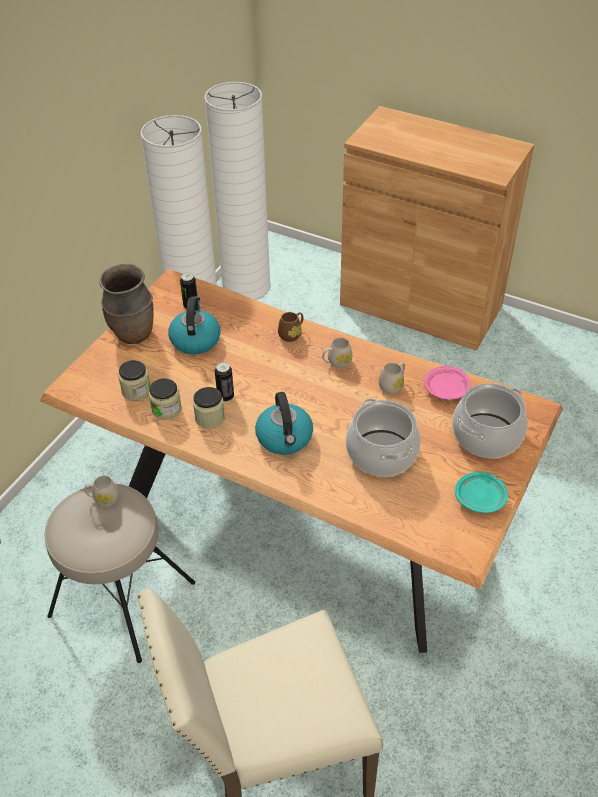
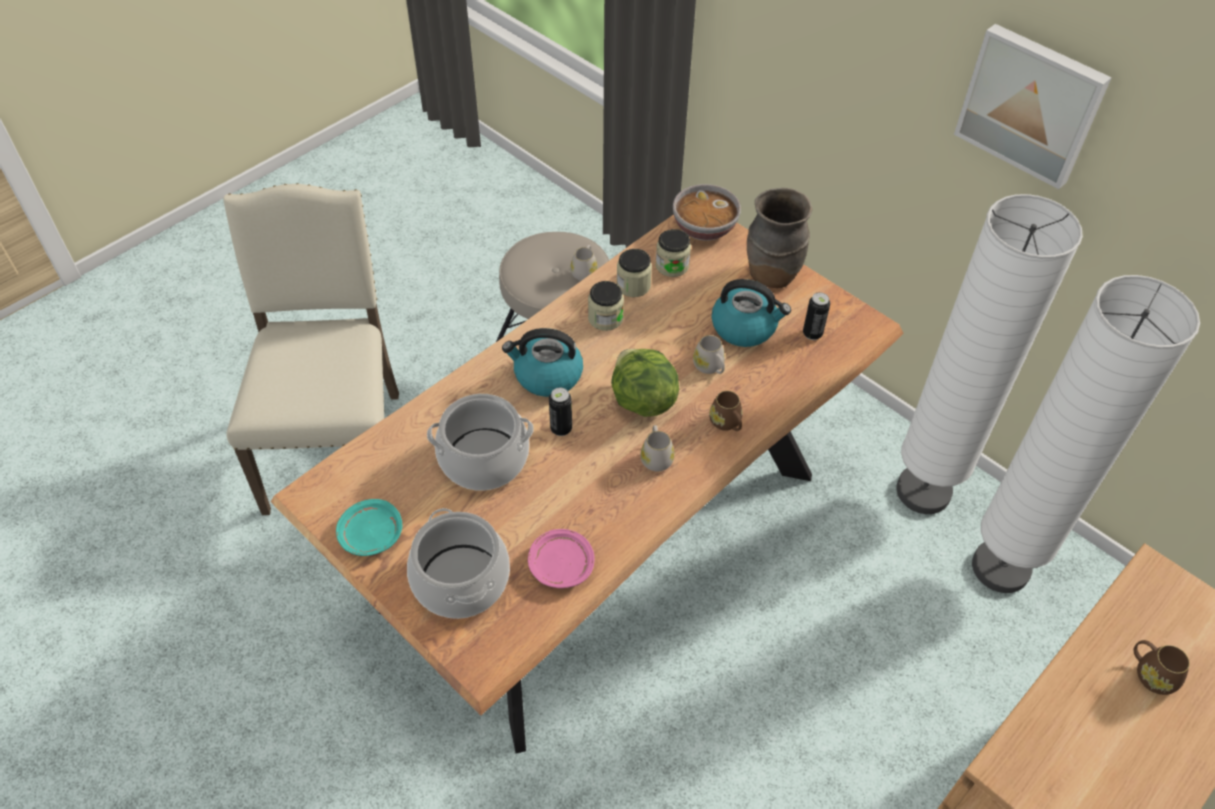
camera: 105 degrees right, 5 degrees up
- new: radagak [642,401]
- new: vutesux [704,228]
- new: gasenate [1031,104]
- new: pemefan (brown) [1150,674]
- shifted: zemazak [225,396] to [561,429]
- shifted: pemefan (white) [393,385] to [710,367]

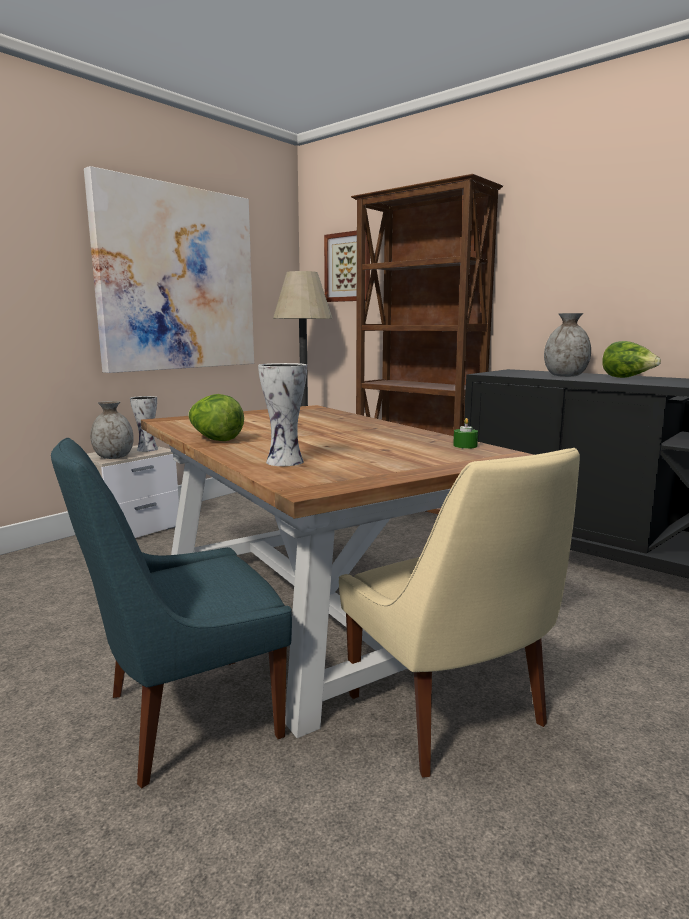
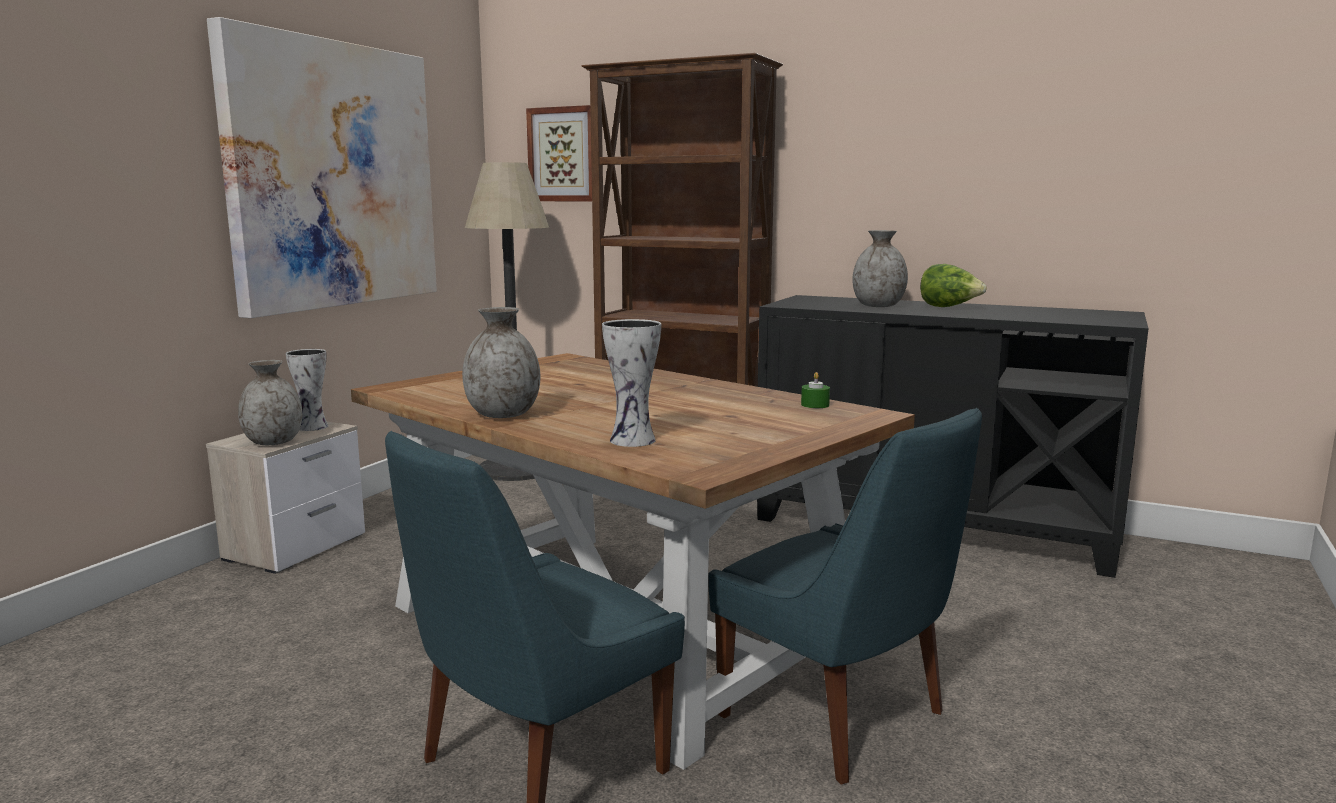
camera: 15 degrees left, 0 degrees up
- swapped: radagak [215,440] to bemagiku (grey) [503,415]
- repainted: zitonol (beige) [450,714] to zitonol (blue) [839,718]

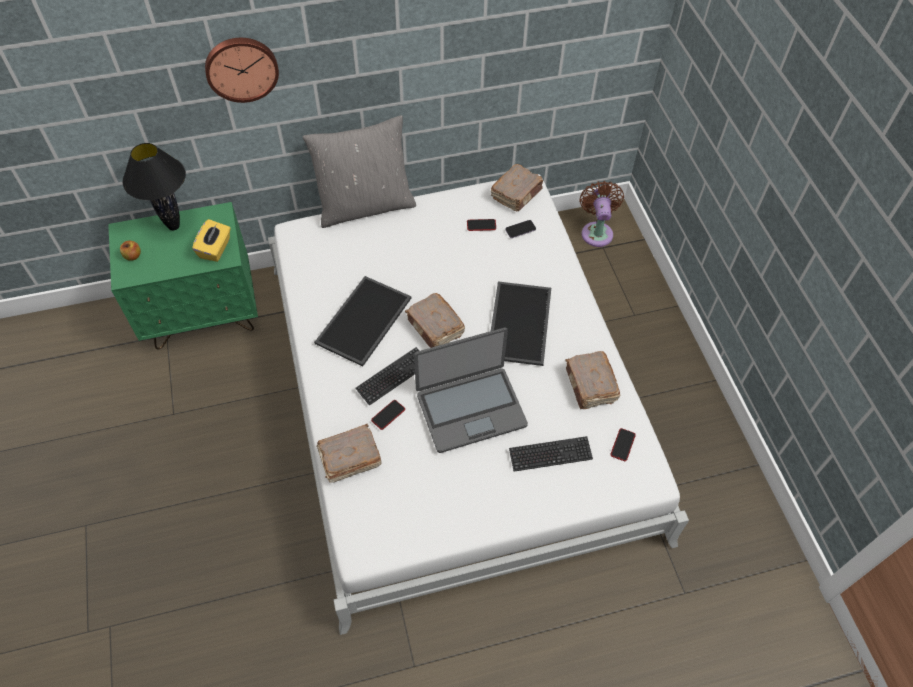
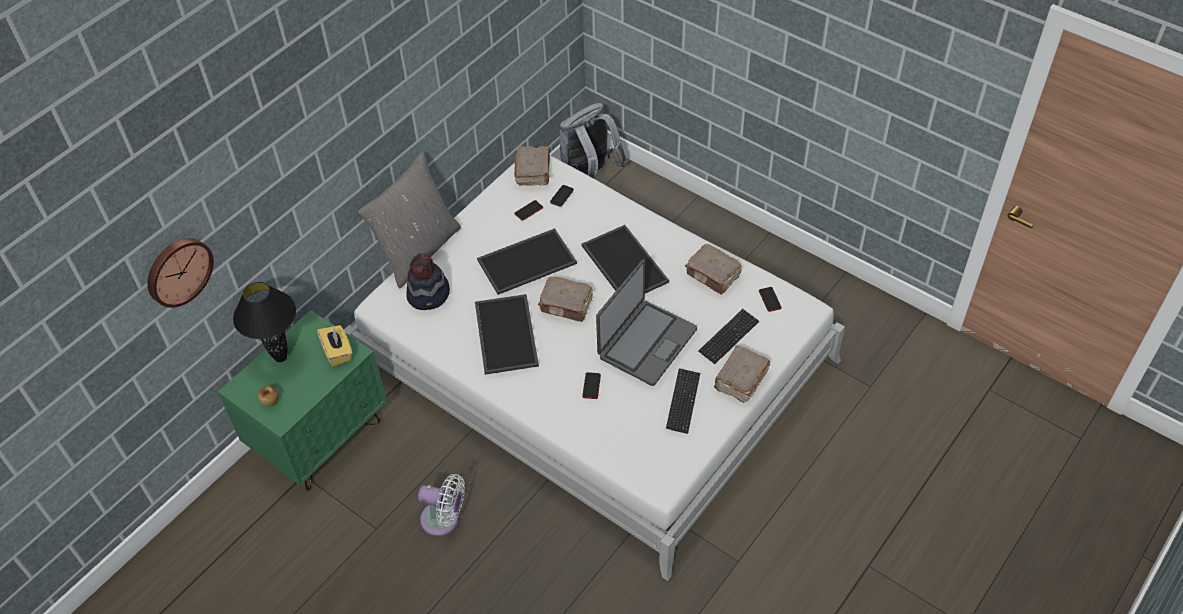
camera: 35 degrees left, 5 degrees down
- new: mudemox [429,295]
- new: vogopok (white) [444,520]
- new: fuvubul [527,260]
- shifted: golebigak [241,68] to [178,270]
- shifted: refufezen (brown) [349,459] to [740,380]
- shifted: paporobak [393,376] to [683,401]
- swapped: vogopok (brown) [597,231] to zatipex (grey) [589,175]

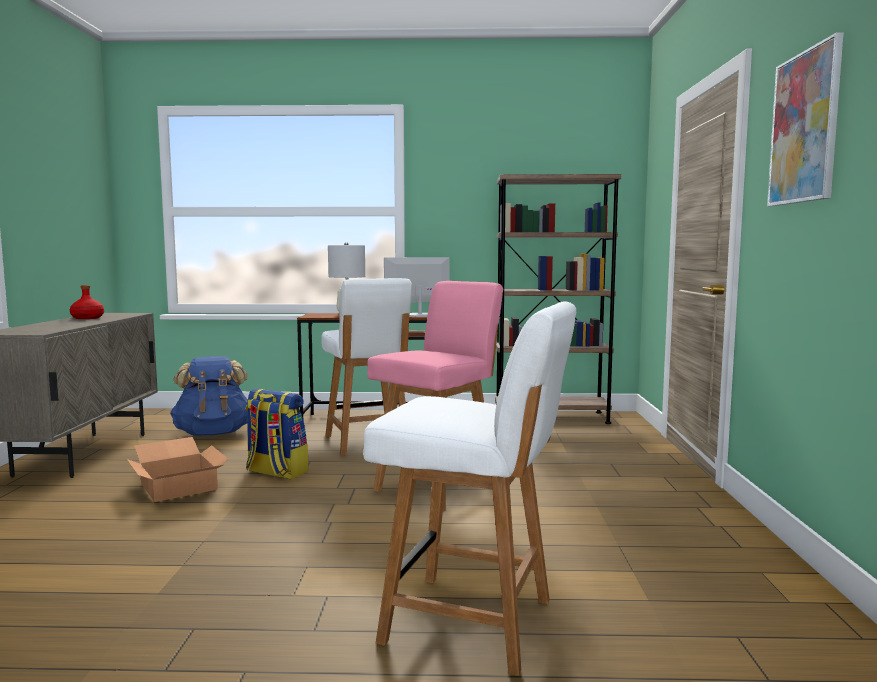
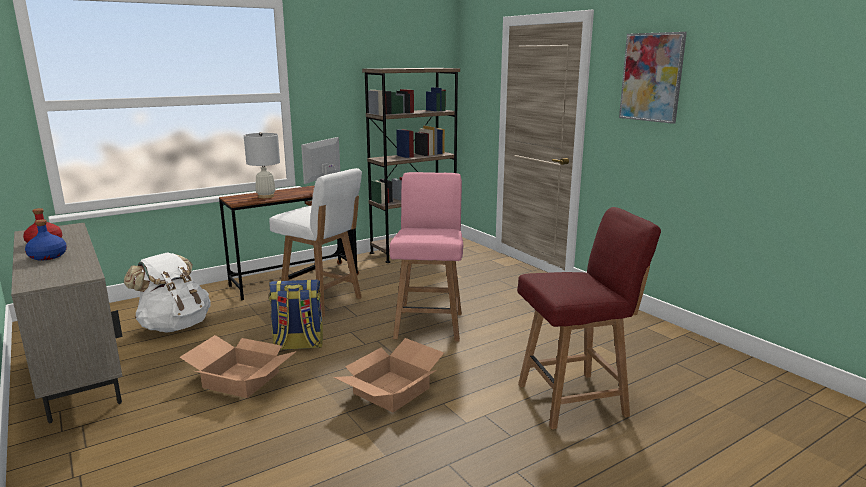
camera: 35 degrees left, 10 degrees up
- new: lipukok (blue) [47,256]
- new: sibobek [391,390]
- repainted: zatipex (blue) [213,434] to zatipex (white) [175,326]
- repainted: zitonol (white) [472,622] to zitonol (red) [574,399]

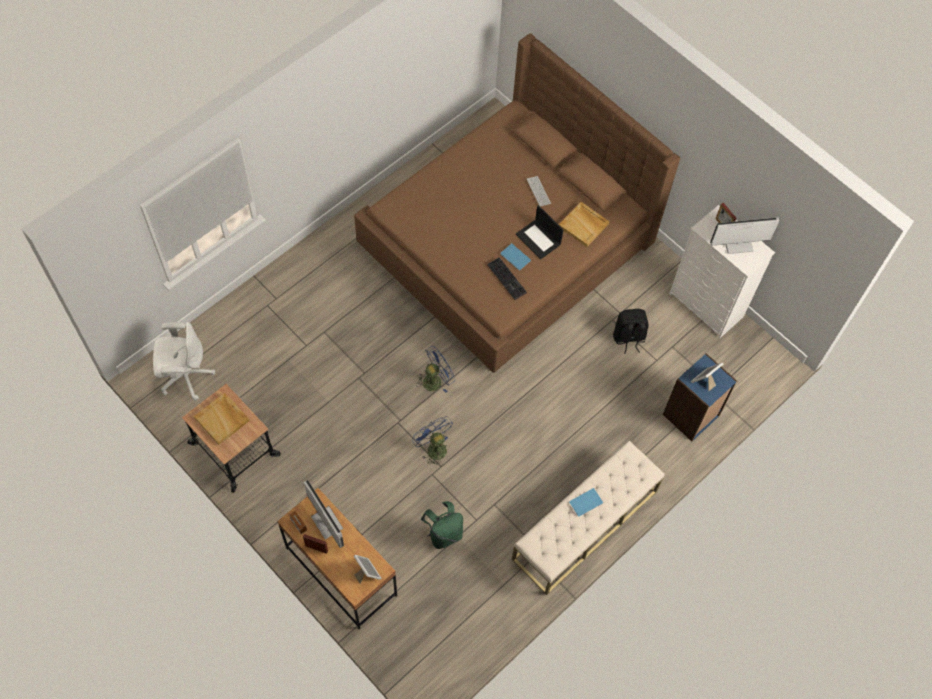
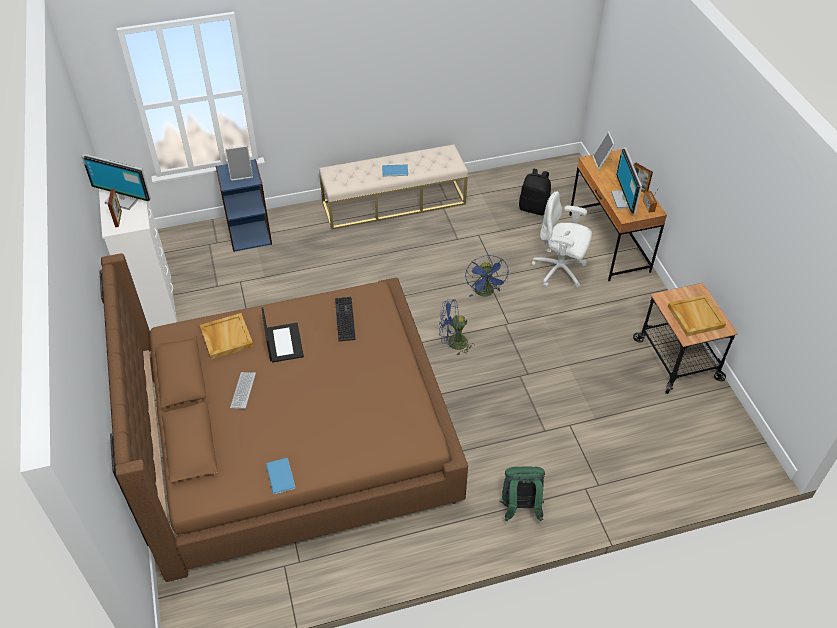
camera: 150 degrees left, 15 degrees down
- shifted: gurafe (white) [185,376] to [560,271]
- shifted: zatipex (green) [444,533] to [520,508]
- shifted: refufezen (blue) [515,258] to [281,475]
- shifted: zatipex (black) [628,338] to [534,208]

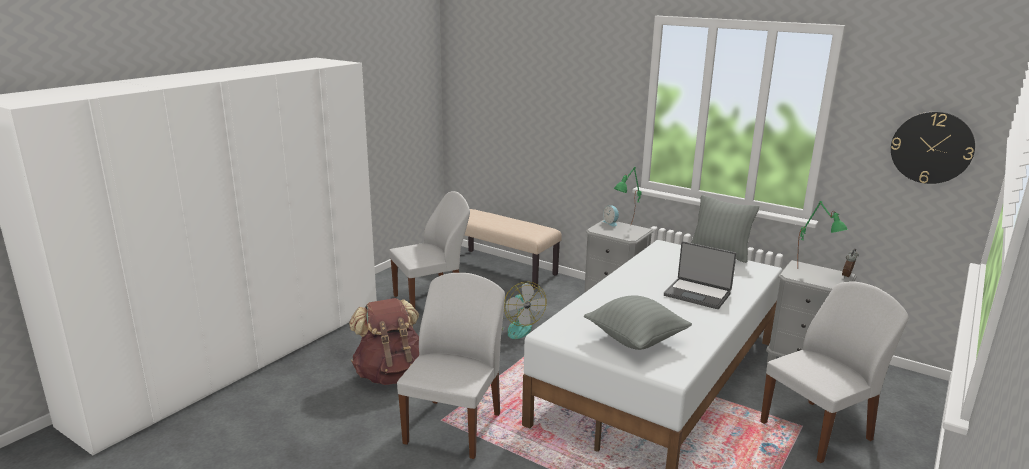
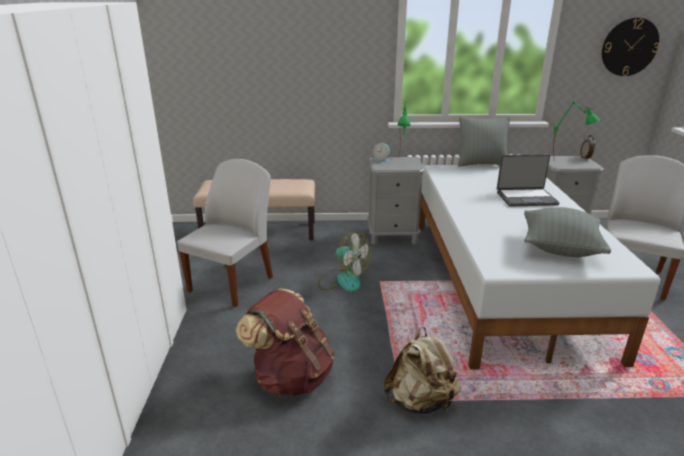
camera: 35 degrees left, 5 degrees up
- swapped: zitonol (white) [454,426] to zatipex (beige) [420,401]

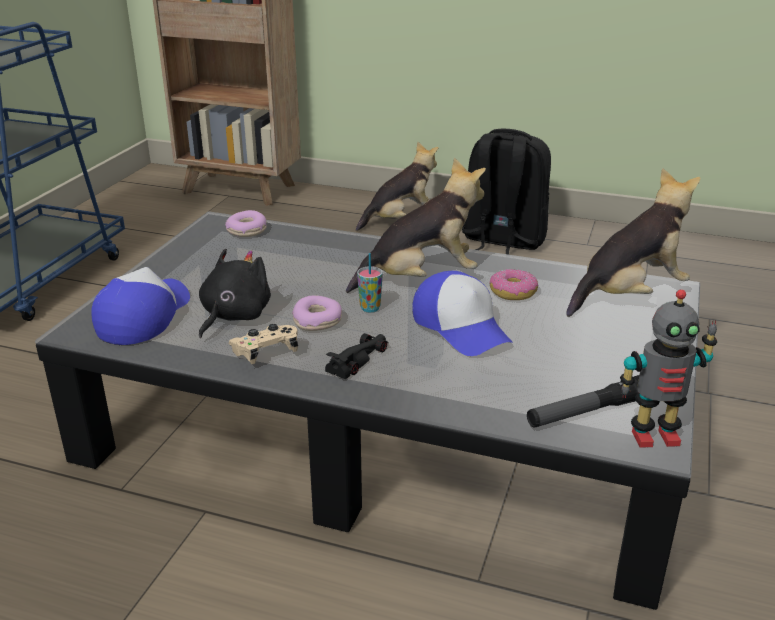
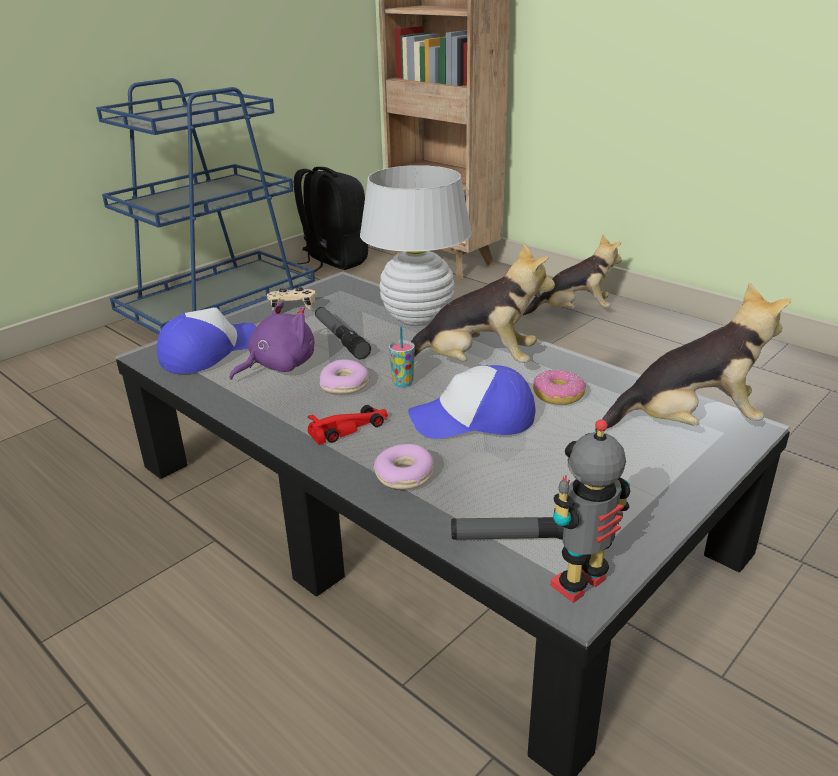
camera: 25 degrees right, 0 degrees up
- new: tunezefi [341,338]
- new: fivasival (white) [417,317]
- shifted: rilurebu [247,231] to [404,476]
- shifted: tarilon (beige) [266,352] to [293,308]
- shifted: zatipex (black) [502,241] to [333,262]
- repainted: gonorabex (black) [233,316] to gonorabex (purple) [279,366]
- repainted: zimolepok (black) [359,358] to zimolepok (red) [350,428]
- rotated: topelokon [461,327] = [474,419] 90 degrees clockwise
- rotated: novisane [654,435] = [581,585] 120 degrees clockwise

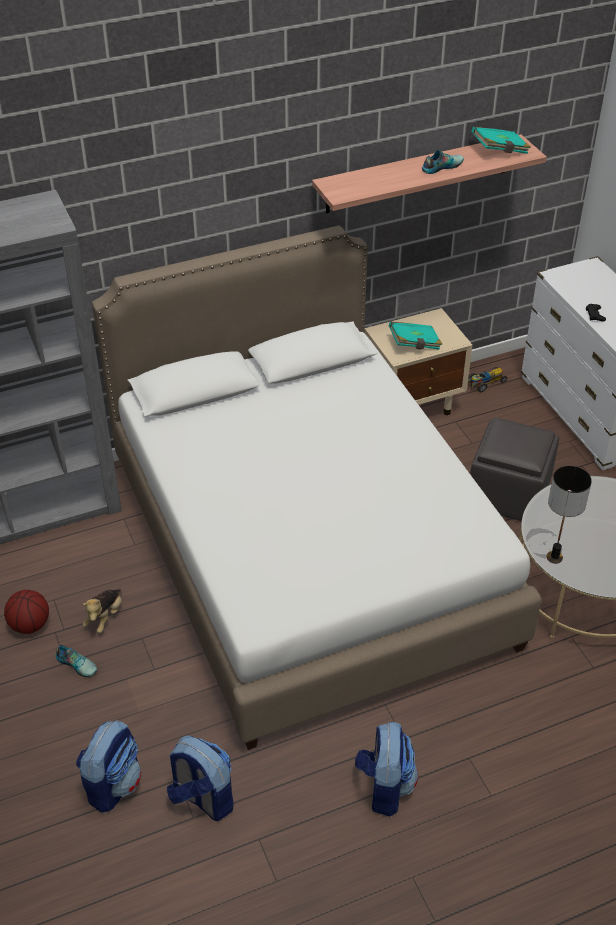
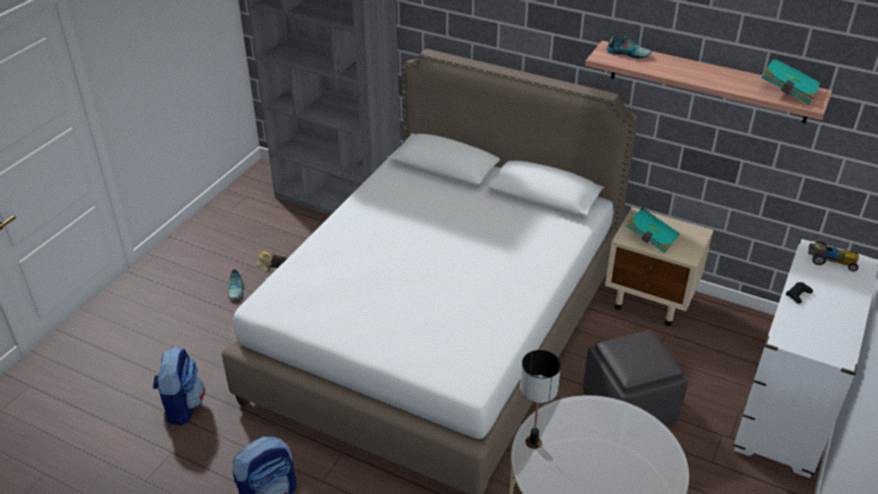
camera: 50 degrees right, 5 degrees down
- gone: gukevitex [30,624]
- gone: zatipex [113,784]
- shifted: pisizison [441,166] to [628,53]
- shifted: zimolepok [485,383] to [831,260]

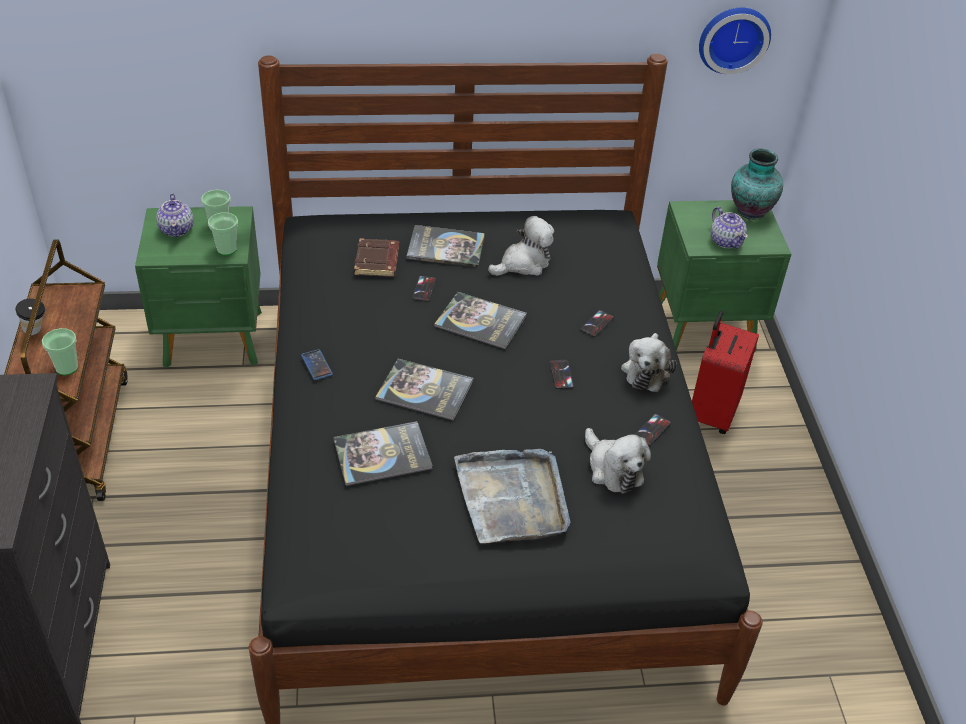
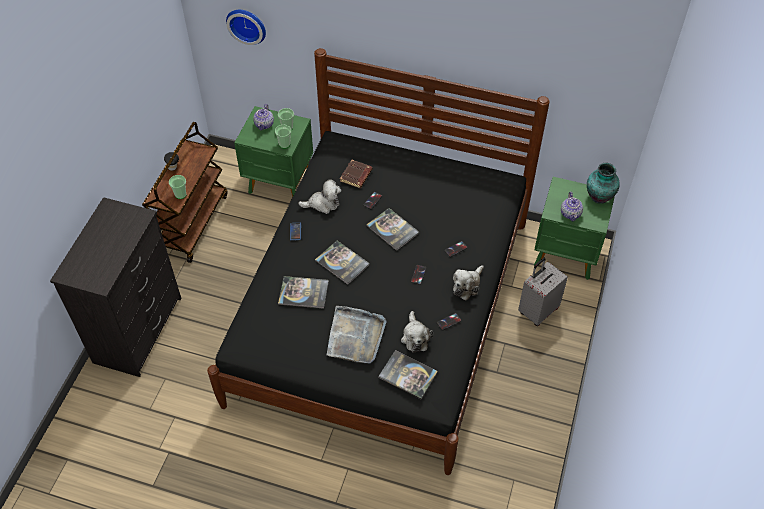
camera: 25 degrees right, 10 degrees up
- shifted: refufezen [445,247] to [408,375]
- shifted: gonorabex [523,263] to [323,203]
- shifted: golebigak [733,38] to [247,24]
- repainted: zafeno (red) [711,413] to zafeno (grey) [537,310]

